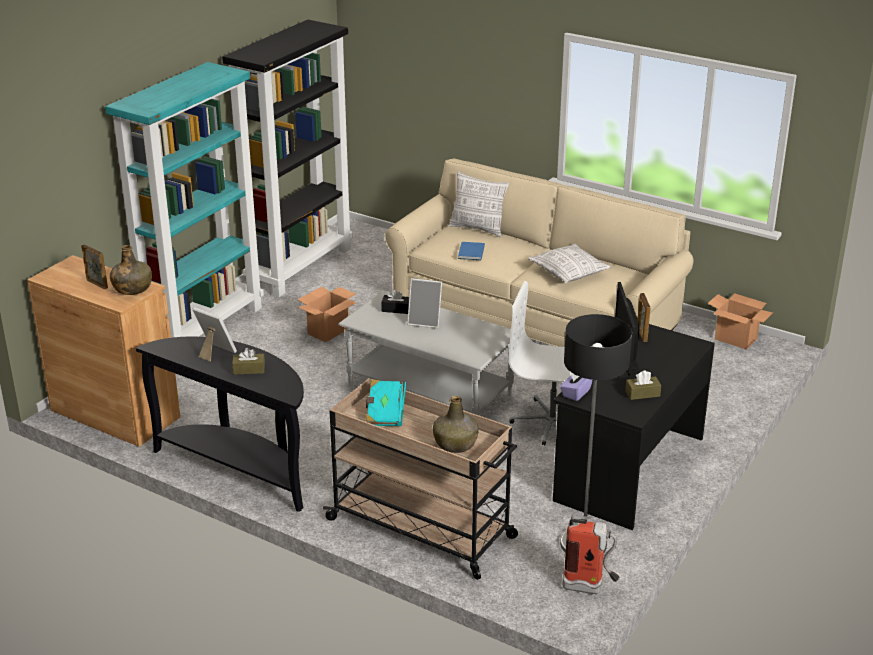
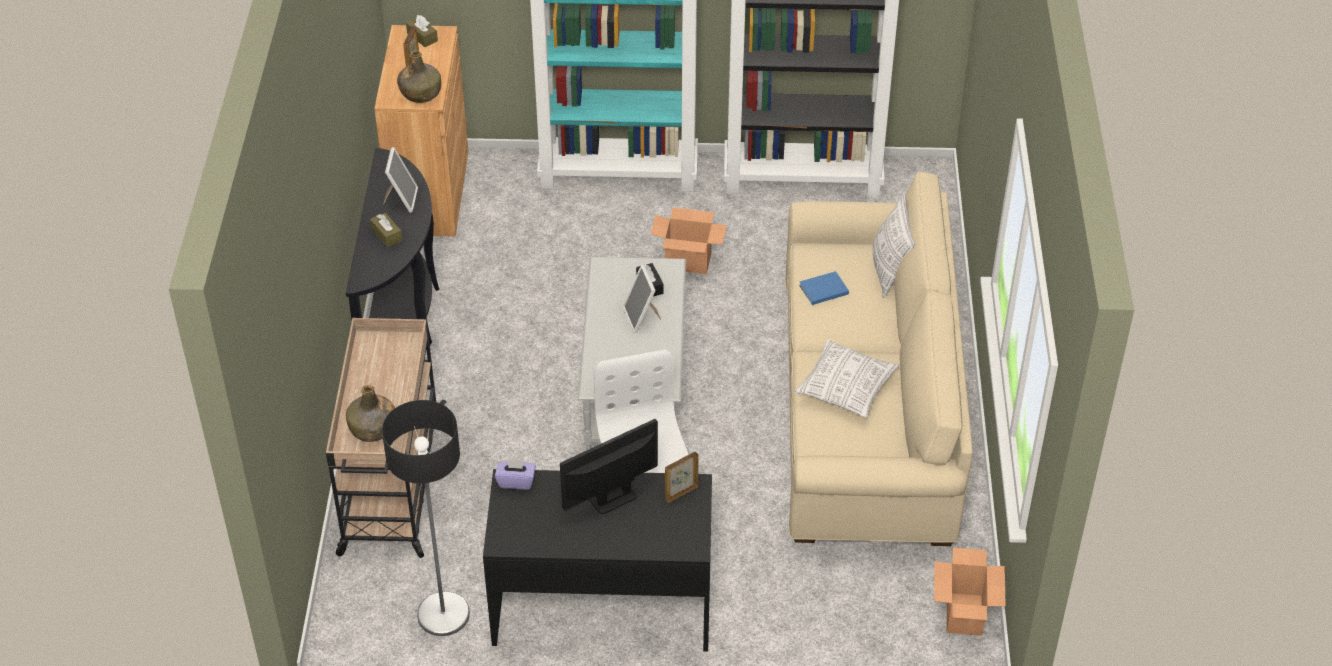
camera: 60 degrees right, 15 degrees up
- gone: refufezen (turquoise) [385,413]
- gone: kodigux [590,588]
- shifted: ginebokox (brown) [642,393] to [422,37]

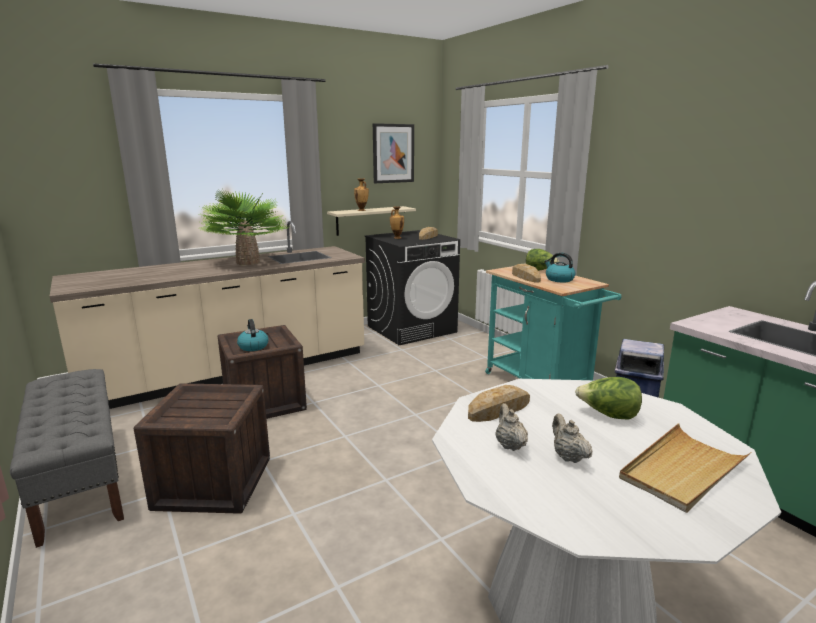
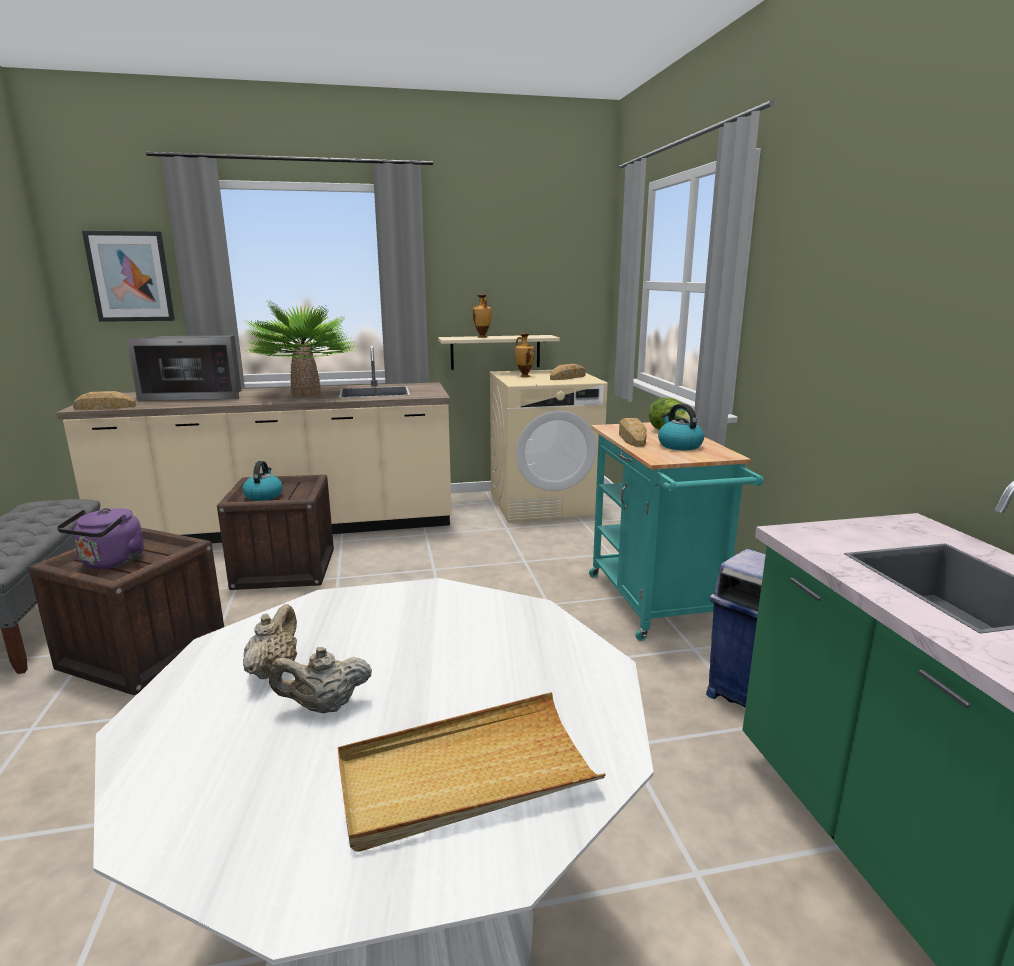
camera: 20 degrees right, 0 degrees up
- gone: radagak [608,415]
- new: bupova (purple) [110,562]
- new: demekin [197,395]
- shifted: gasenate [393,153] to [130,276]
- shifted: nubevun [499,409] to [105,407]
- repainted: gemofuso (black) [412,329] to gemofuso (beige) [544,503]
- rotated: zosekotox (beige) [568,456] = [324,706] 105 degrees counterclockwise

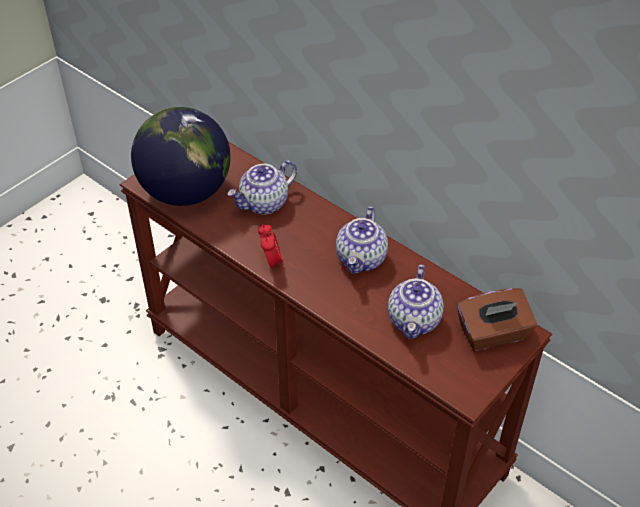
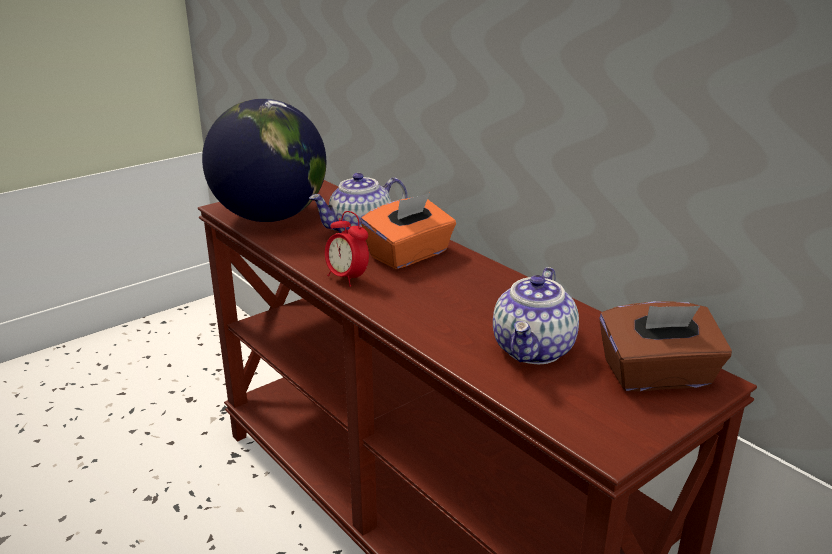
camera: 10 degrees right, 20 degrees down
- gone: zosekotox [362,259]
- new: ginebokox (orange) [409,255]
- rotated: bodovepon [271,262] = [347,278] 135 degrees clockwise

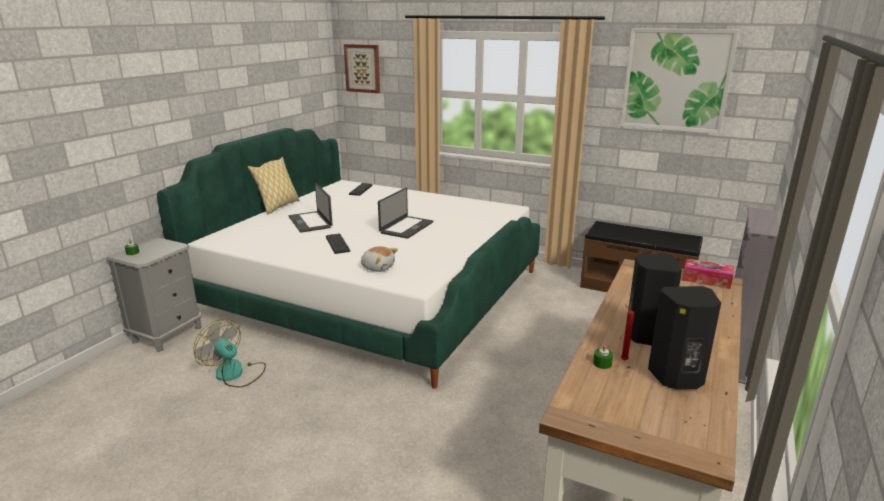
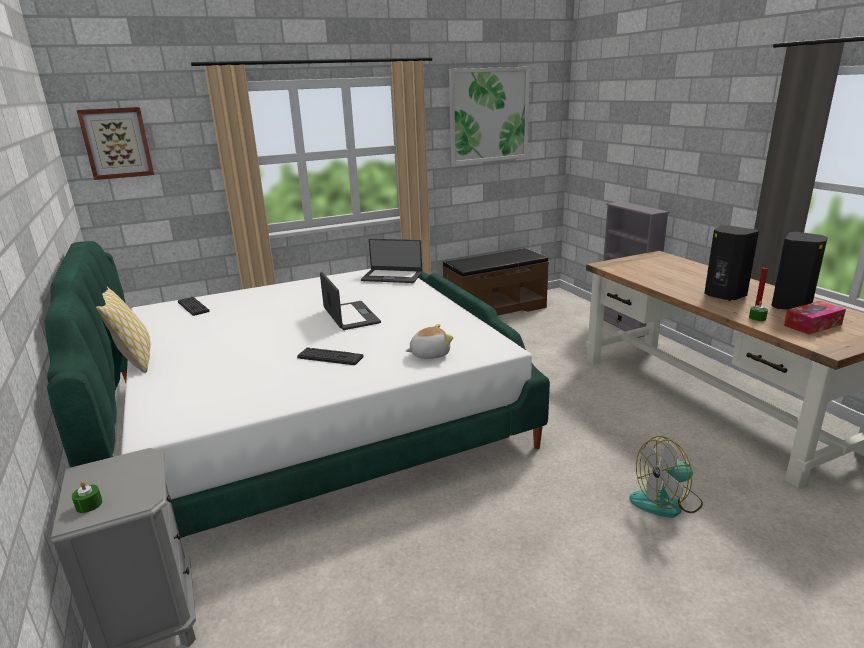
camera: 50 degrees left, 0 degrees up
- shifted: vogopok [235,374] to [666,502]
- shifted: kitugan [311,222] to [392,276]
- shifted: ginebokox [706,280] to [812,325]

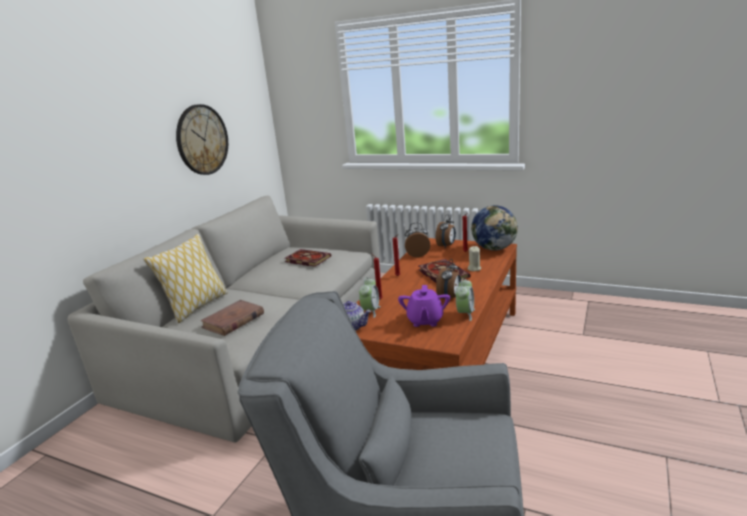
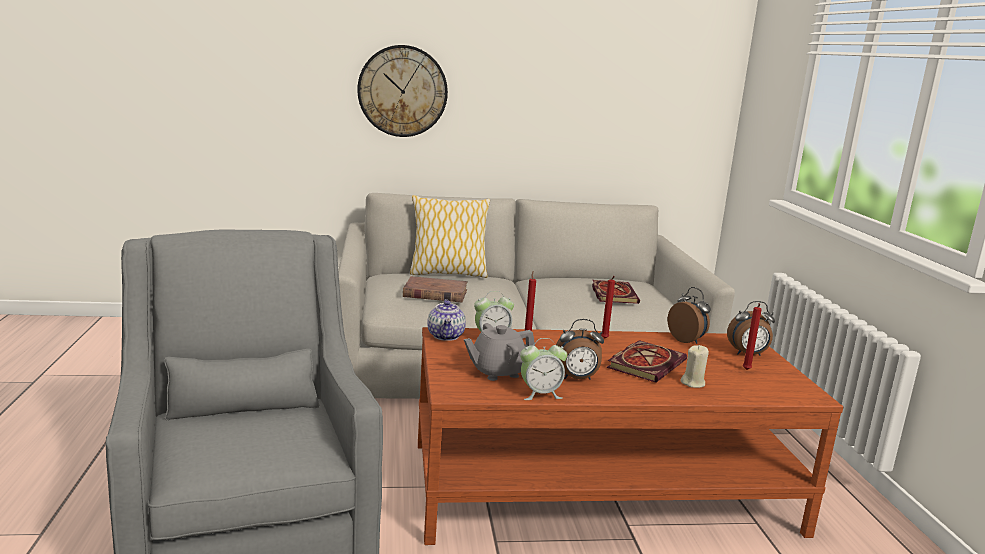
camera: 55 degrees right, 5 degrees down
- gone: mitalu [494,248]
- shifted: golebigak [202,140] to [402,91]
- repainted: zosekotox (purple) [425,321] to zosekotox (grey) [497,372]

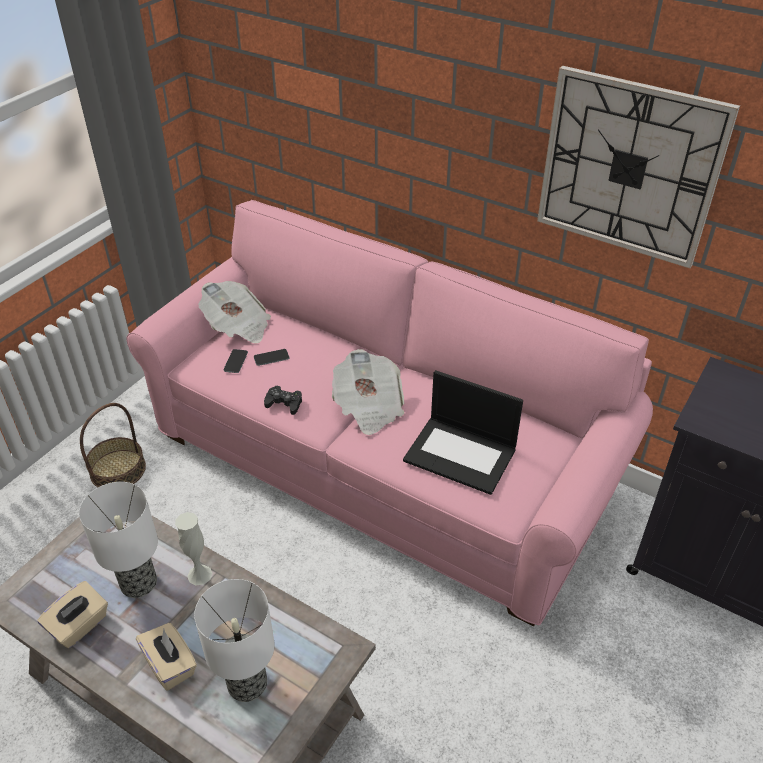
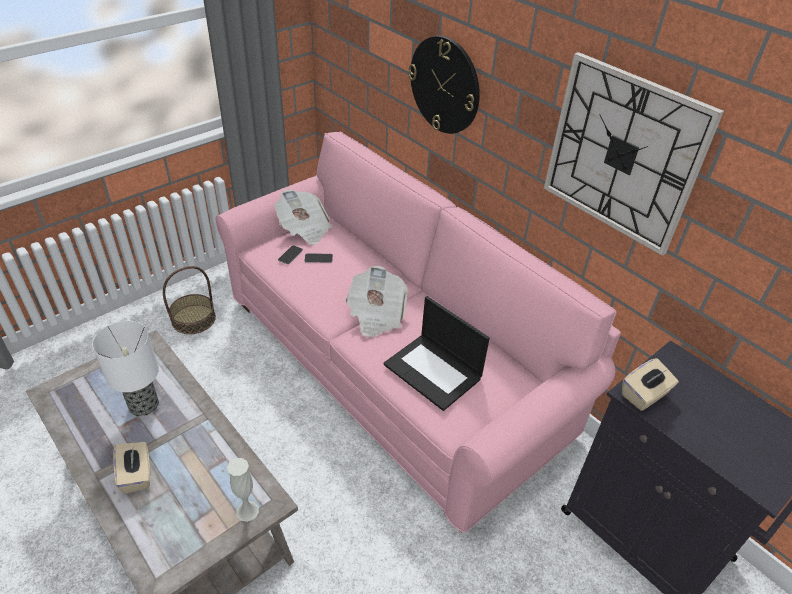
camera: 15 degrees right, 0 degrees up
- gone: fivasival [248,683]
- gone: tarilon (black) [284,403]
- new: golebigak [445,85]
- shifted: ginebokox (beige) [79,626] to [644,395]
- shifted: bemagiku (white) [199,574] to [247,511]

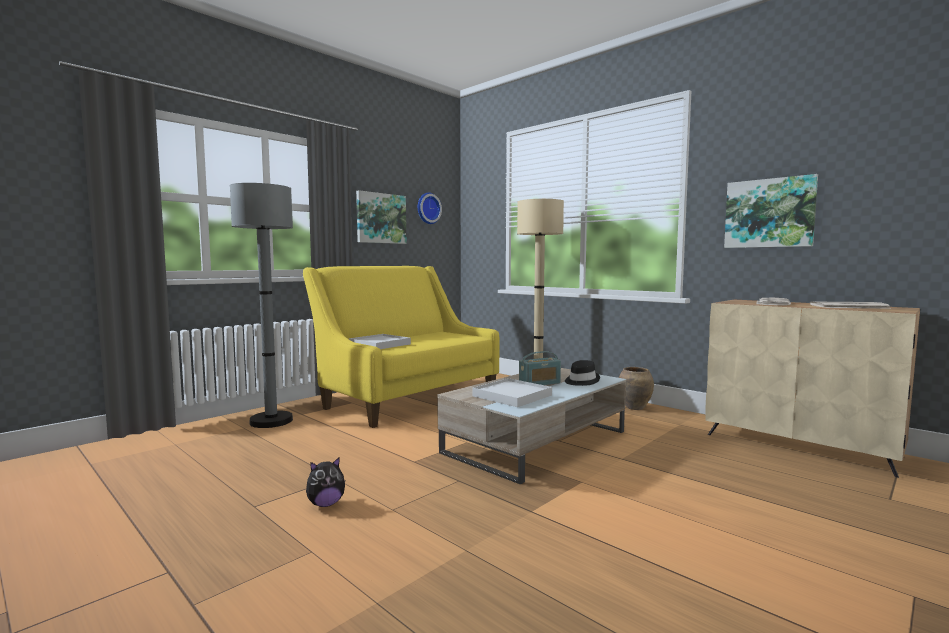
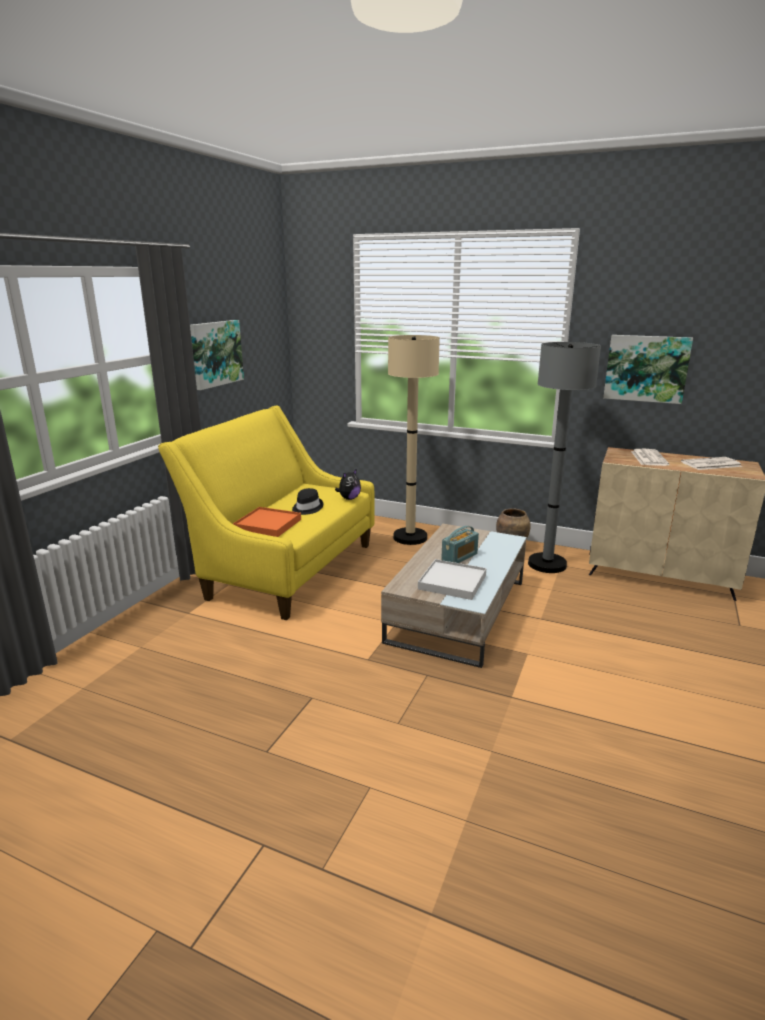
camera: 20 degrees left, 15 degrees up
- gone: golebigak [427,208]
- shifted: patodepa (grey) [271,421] to [547,564]
- shifted: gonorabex [326,504] to [349,498]
- shifted: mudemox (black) [581,381] to [306,508]
- repainted: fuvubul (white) [380,344] to fuvubul (orange) [268,525]

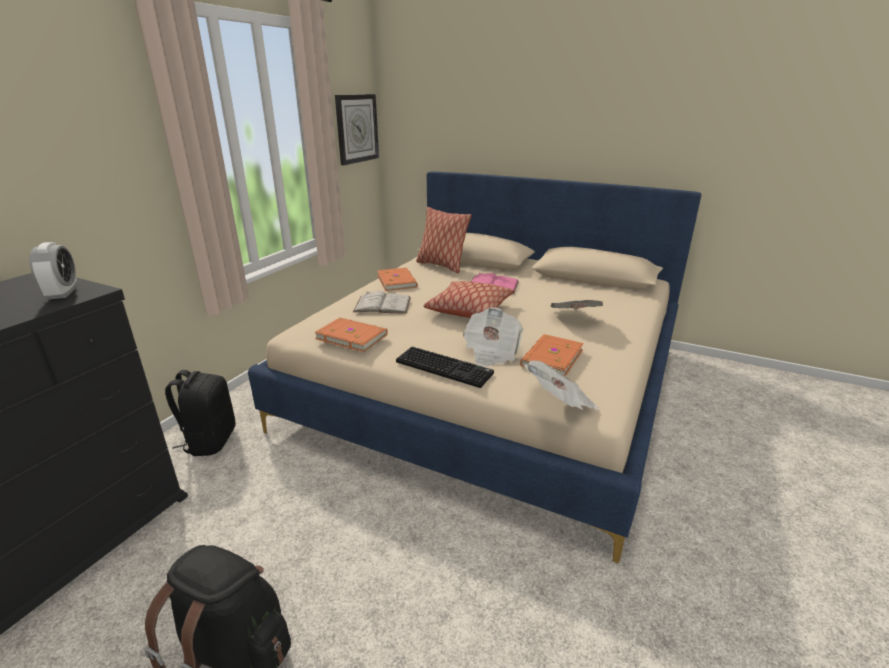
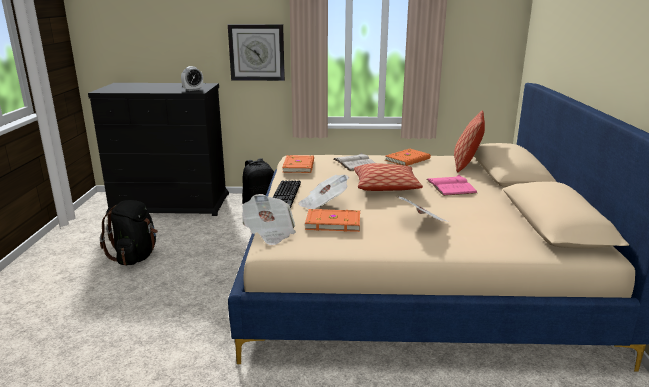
camera: 65 degrees right, 5 degrees down
- shifted: golebigak [357,128] to [256,52]

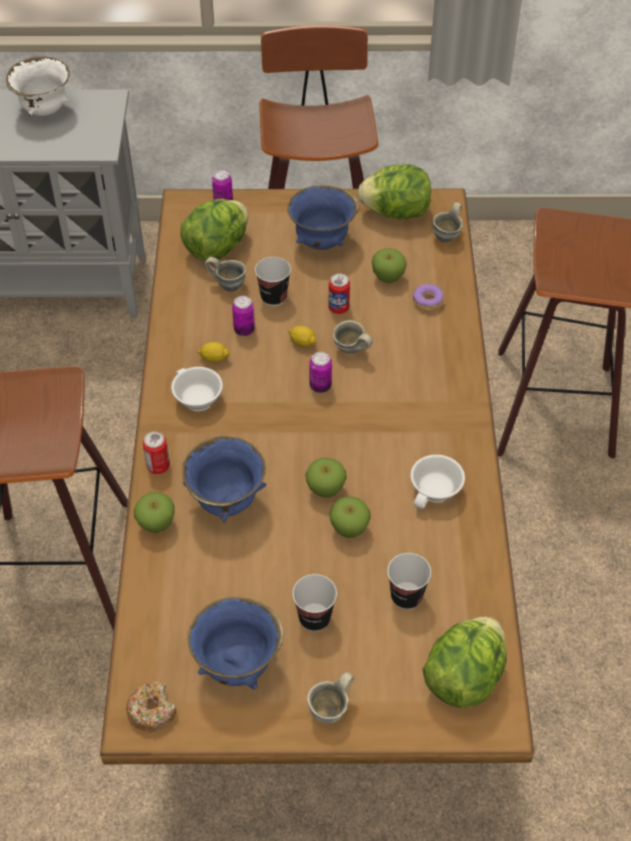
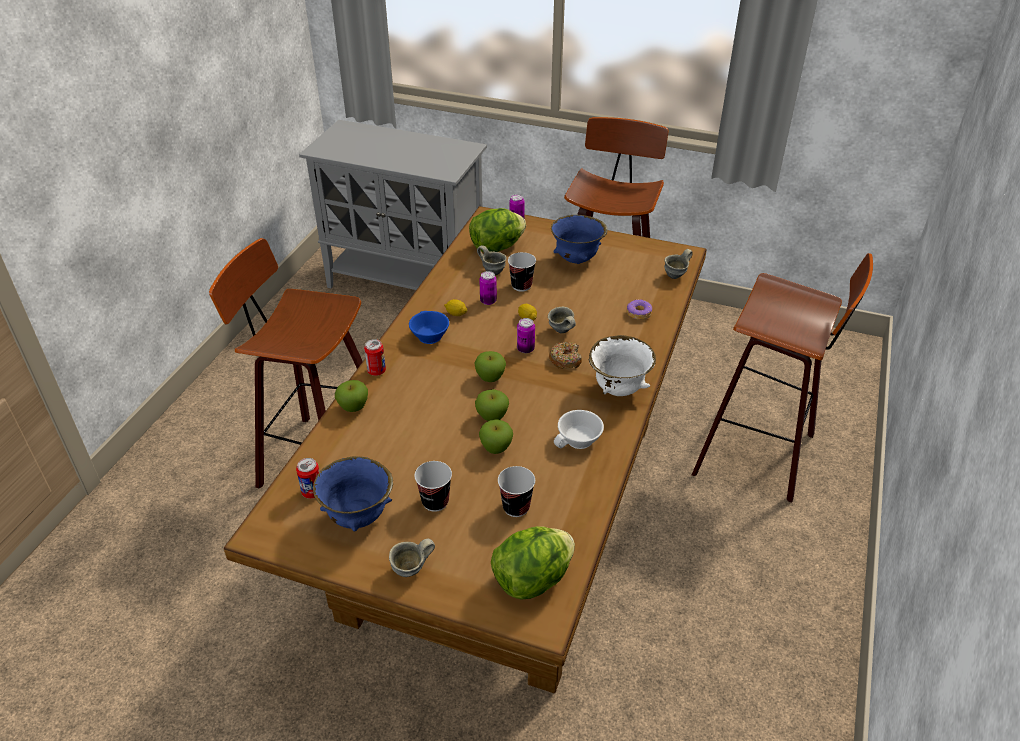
camera: 20 degrees right, 10 degrees down
- gone: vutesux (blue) [226,502]
- gone: radagak [396,212]
- shifted: vutesux (white) [44,111] to [618,389]
- shifted: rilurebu [152,711] to [565,360]
- shifted: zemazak [338,308] to [312,492]
- shifted: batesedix [388,278] to [490,378]
- repainted: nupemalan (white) [195,399] to nupemalan (blue) [428,336]

